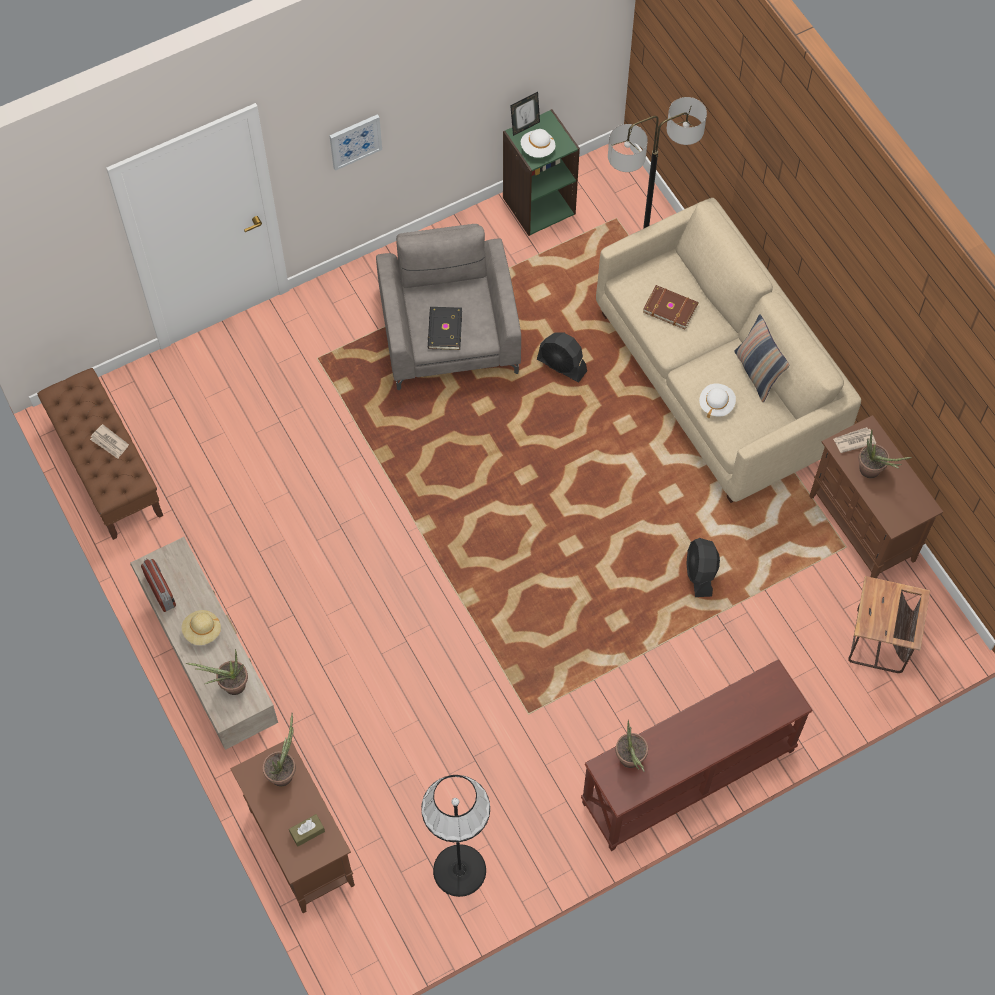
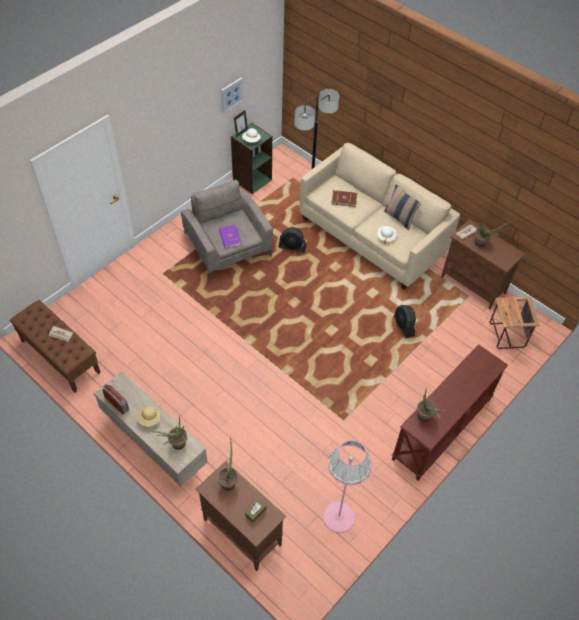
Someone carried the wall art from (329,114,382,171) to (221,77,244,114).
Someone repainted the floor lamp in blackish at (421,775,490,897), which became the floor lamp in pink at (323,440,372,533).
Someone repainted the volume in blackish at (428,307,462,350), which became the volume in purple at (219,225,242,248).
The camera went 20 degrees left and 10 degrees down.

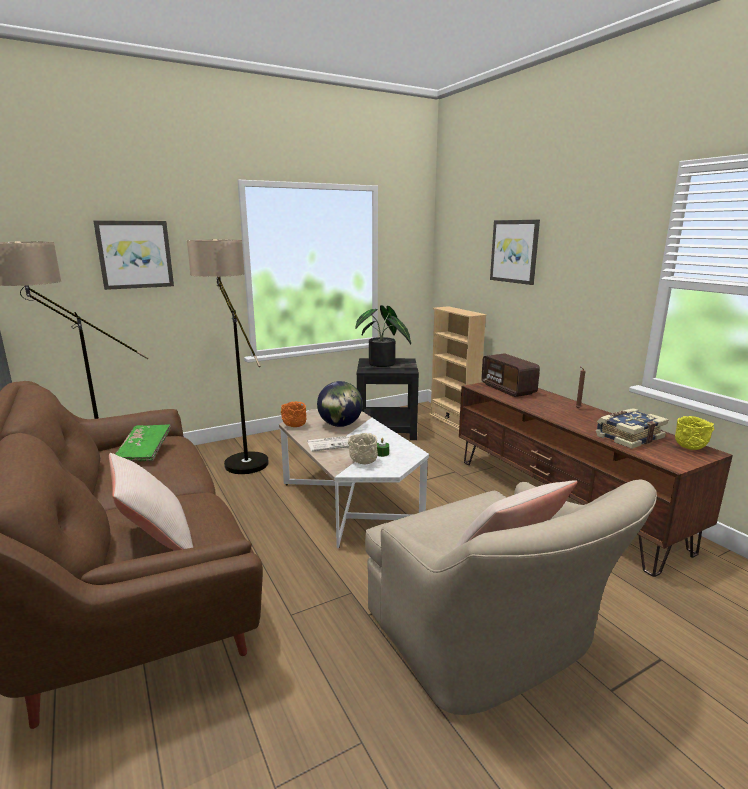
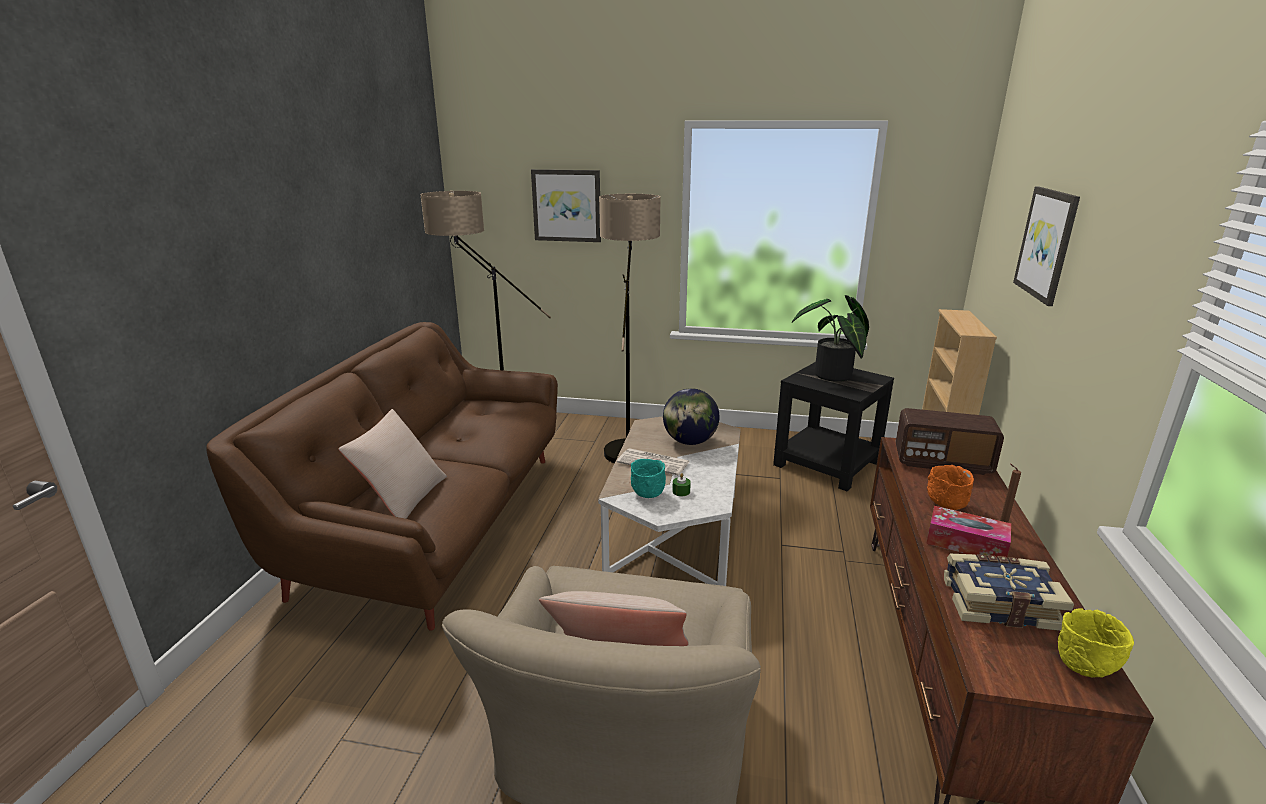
Someone took away the volume in green at (115,424,171,461).
Someone carried the deep dish in orangey from (281,401,306,427) to (927,465,974,510).
Someone repainted the deep dish in beige at (348,433,378,465), which became the deep dish in turquoise at (631,459,666,498).
Someone rotated the radio at (481,353,540,397) by 90 degrees counterclockwise.
Someone put down the box of tissues at (926,506,1011,558).
The camera went 40 degrees right and 5 degrees up.

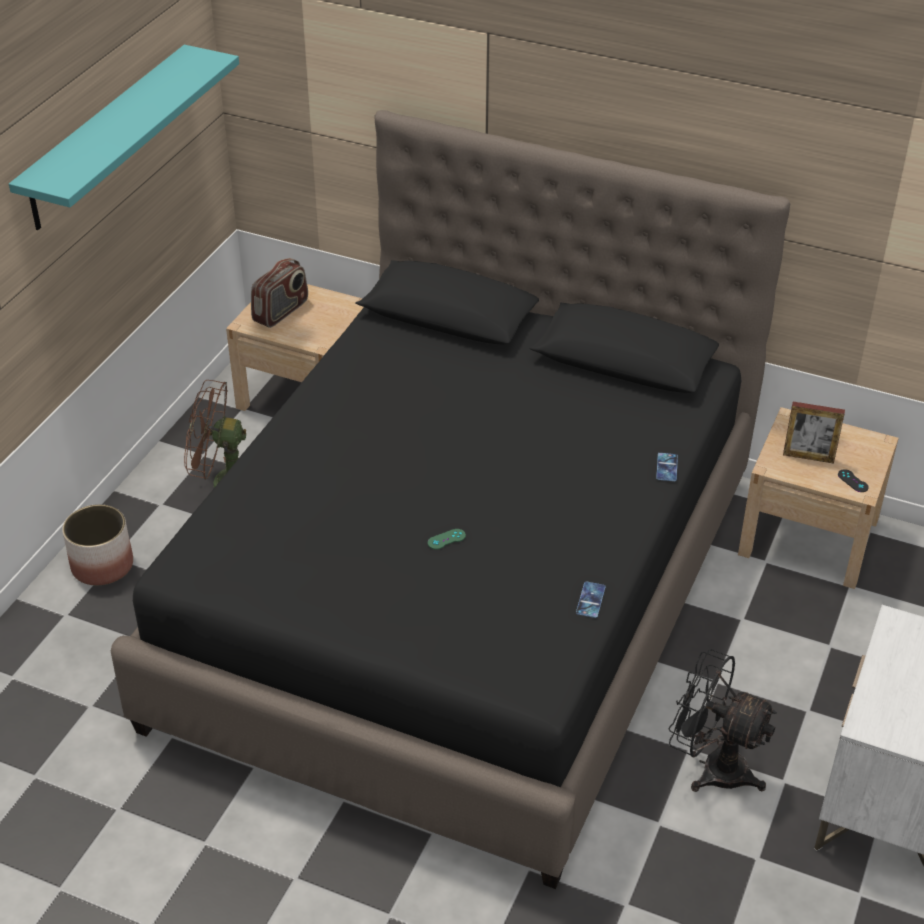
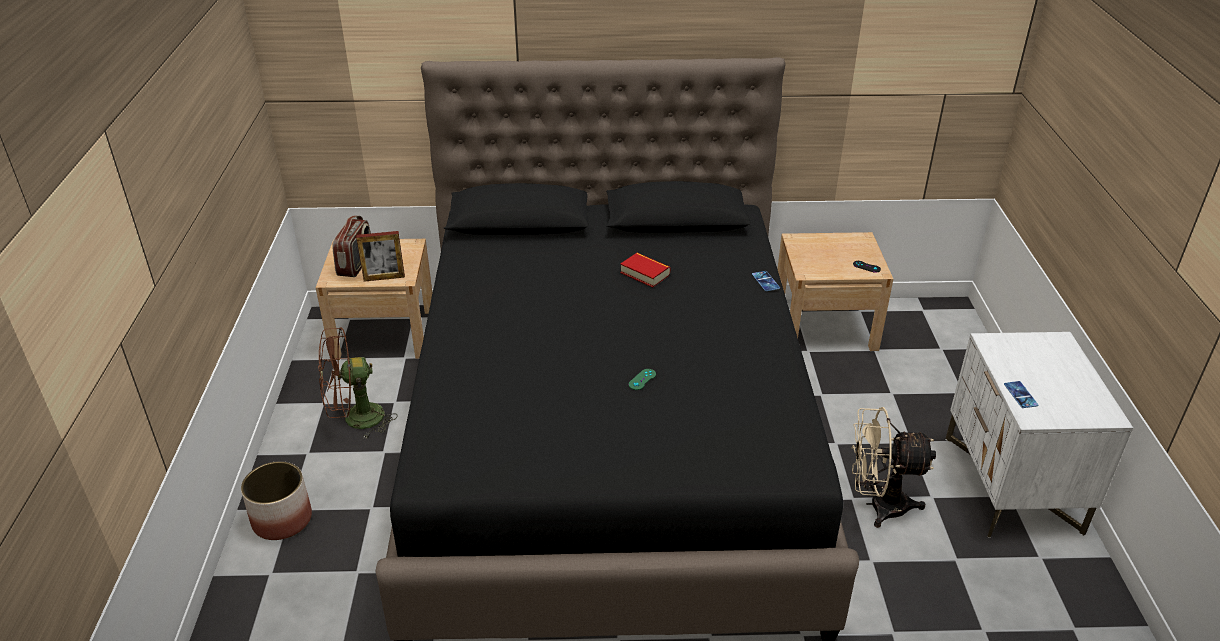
Someone took away the bracket shelf in turquoise at (9,45,239,230).
Someone carried the handset from (576,581,606,618) to (1004,381,1038,408).
Someone repainted the electric fan in blackish at (669,649,777,792), which became the electric fan in beige at (852,407,936,528).
Someone carried the photo frame from (783,402,845,464) to (356,231,405,282).
Someone put down the volume at (620,253,671,288).
The camera went 25 degrees left and 5 degrees down.

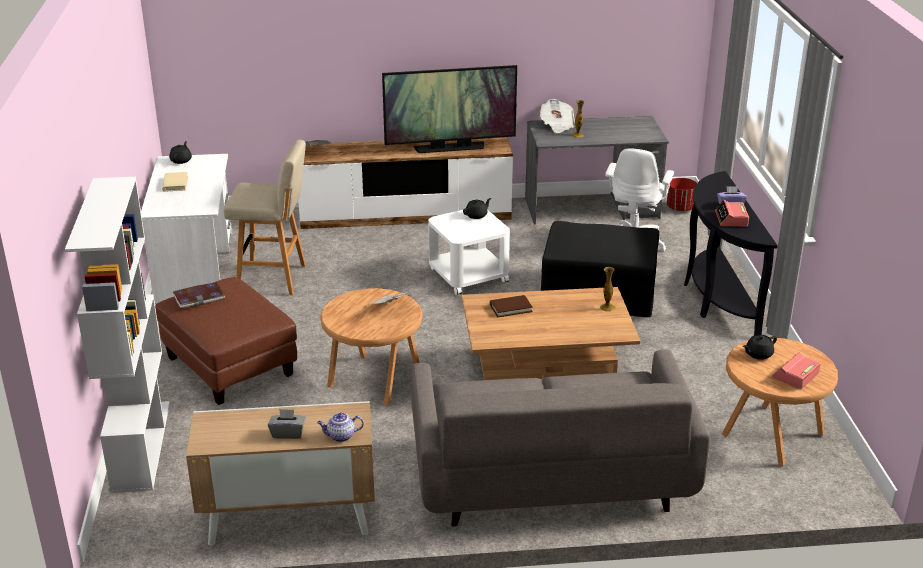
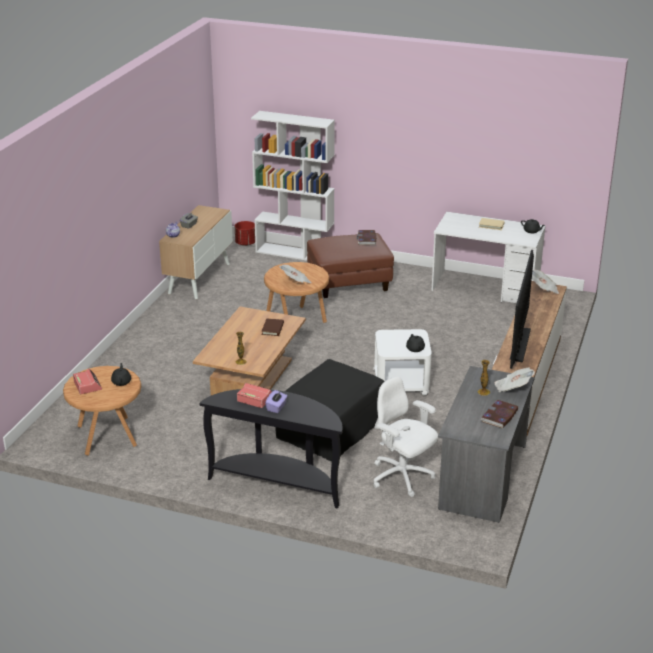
Someone took away the stool in beige at (224,140,306,295).
Someone took away the couch in grey at (411,349,710,526).
Someone carried the flower pot in reddish from (667,178,697,211) to (235,221,255,246).
Someone put down the volume at (481,400,518,428).
The camera went 115 degrees right and 0 degrees up.

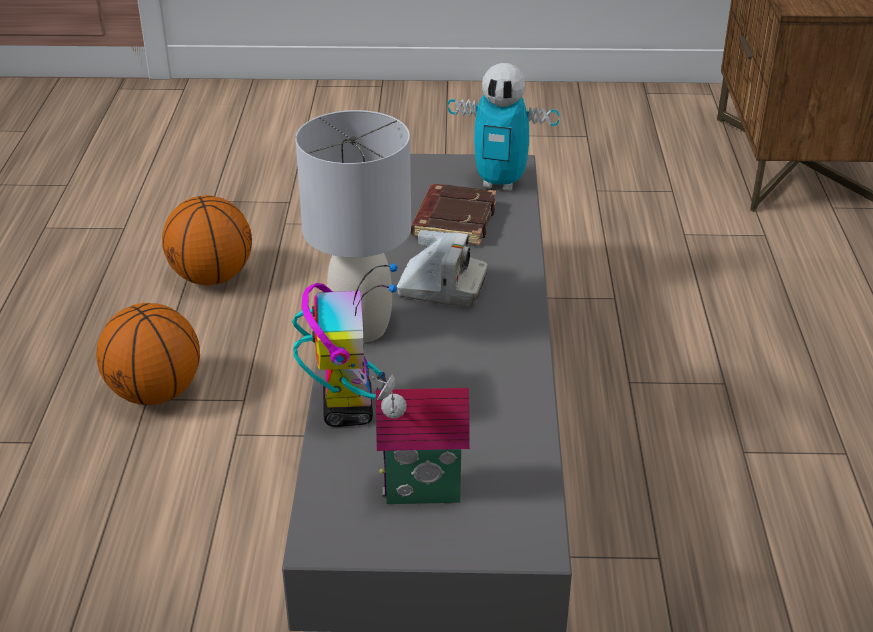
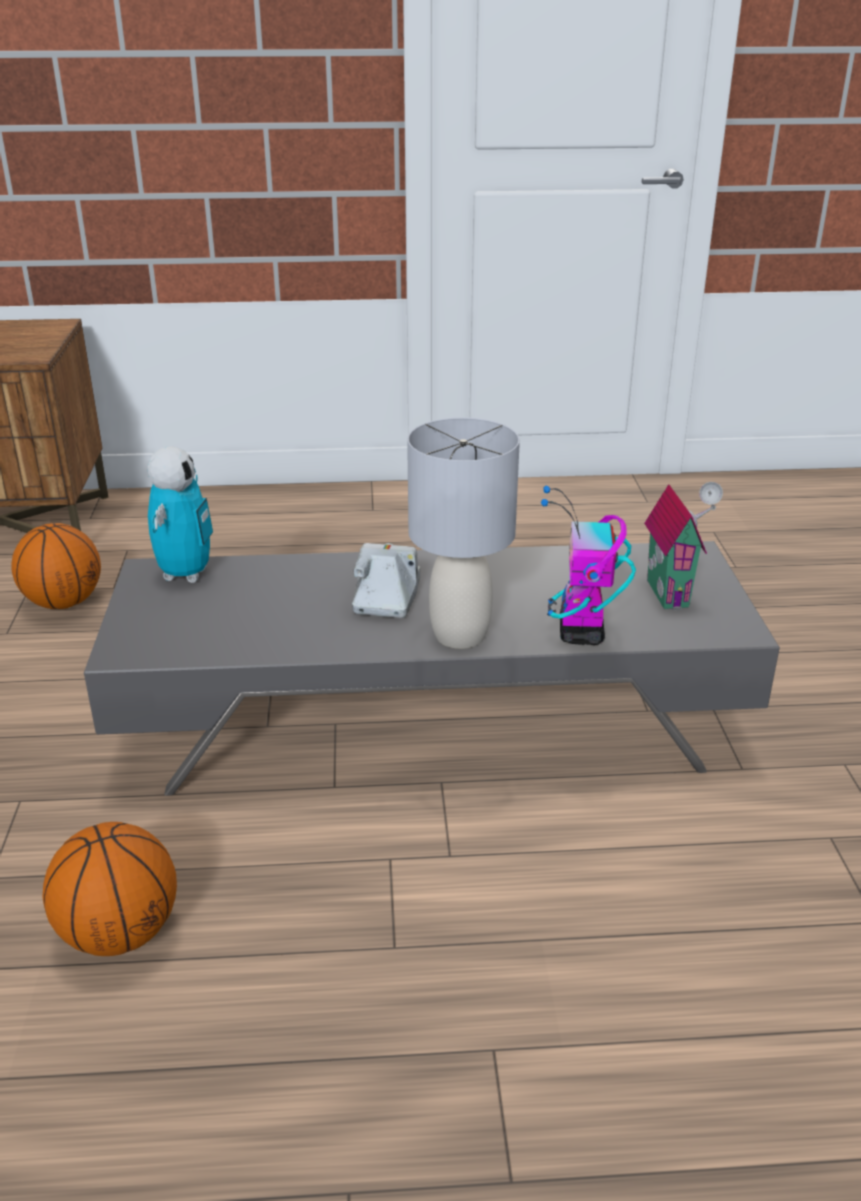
Someone carried the ball for basketball from (96,303,200,405) to (11,523,101,609).
Someone rotated the model robot at (292,263,398,427) by 75 degrees counterclockwise.
Someone took away the volume in brown-coloured at (411,184,497,245).
The camera went 95 degrees left and 5 degrees down.

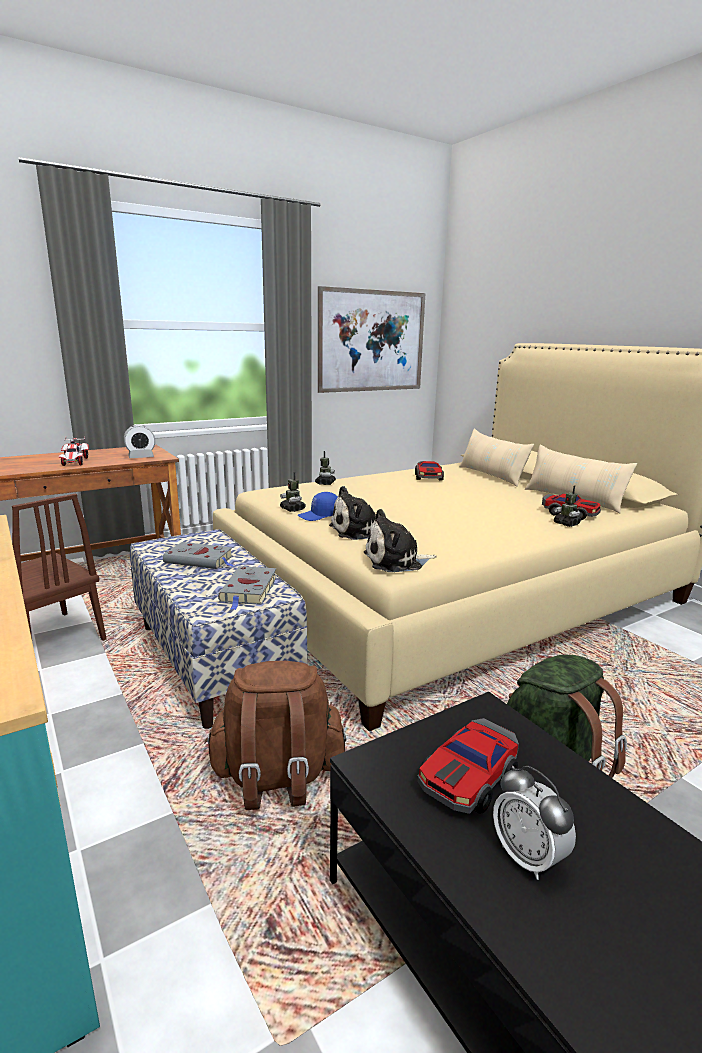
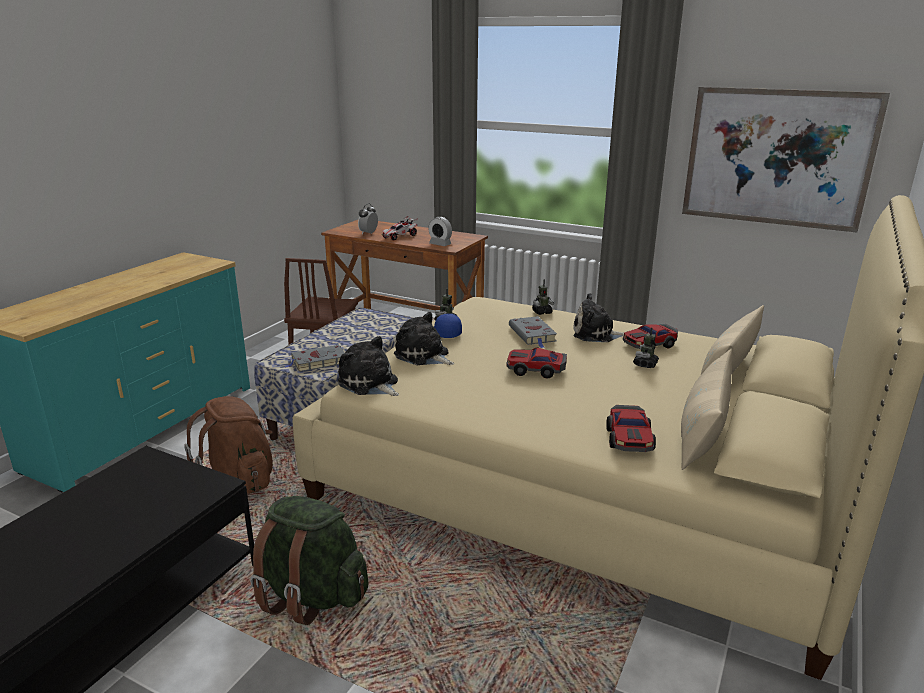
Someone carried the volume in grey from (163,542,233,569) to (509,316,557,348).
Someone carried the model car from (417,718,519,814) to (506,348,567,378).
Someone carried the alarm clock from (493,766,576,880) to (358,203,378,235).
Someone carried the model robot from (554,485,581,527) to (633,327,659,368).
Someone put down the plush toy at (574,293,624,342).
The camera went 60 degrees right and 5 degrees up.

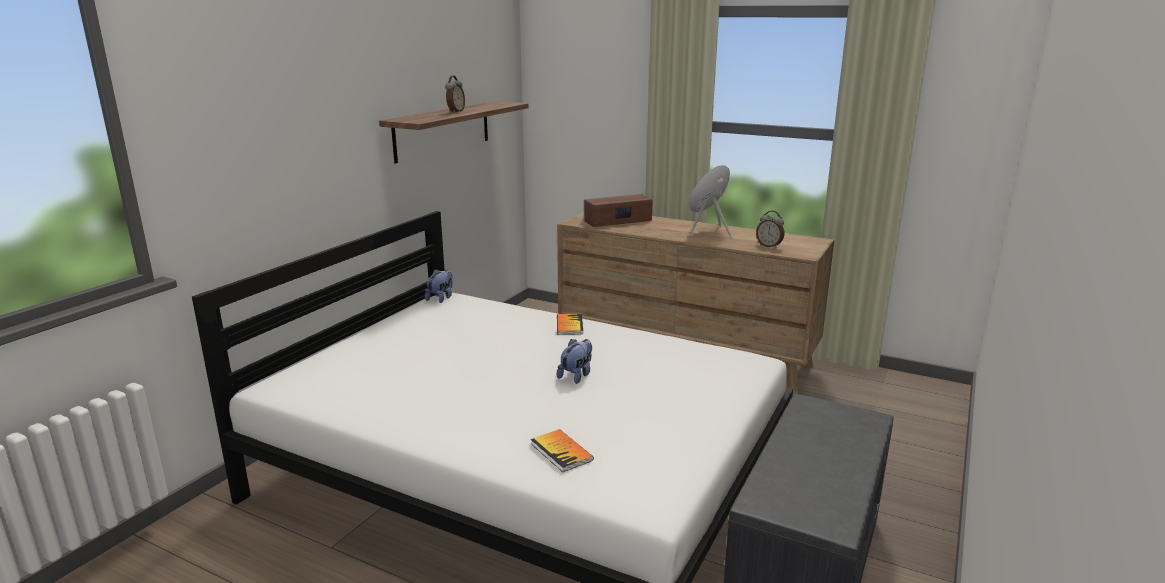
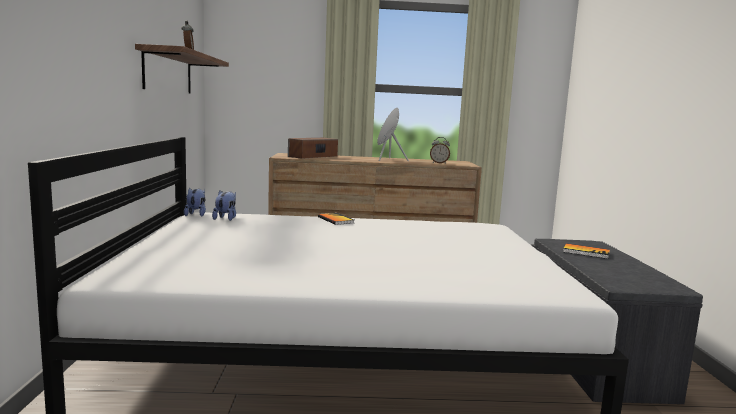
Someone carried the volume from (531,429,594,472) to (563,243,610,259).
Someone carried the plush toy from (557,339,592,384) to (212,191,236,221).
The camera went 30 degrees left and 10 degrees down.

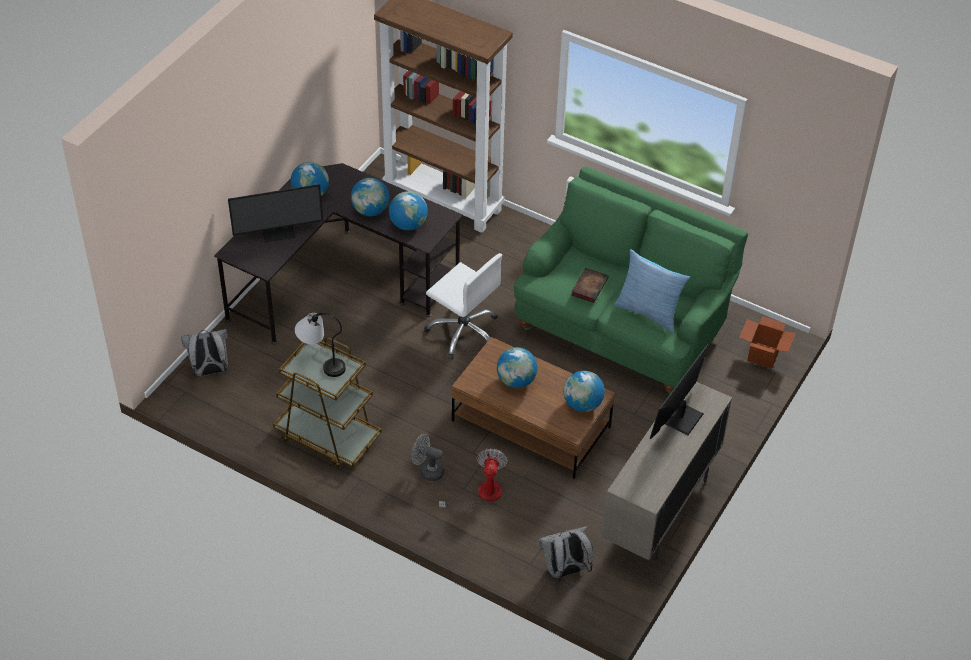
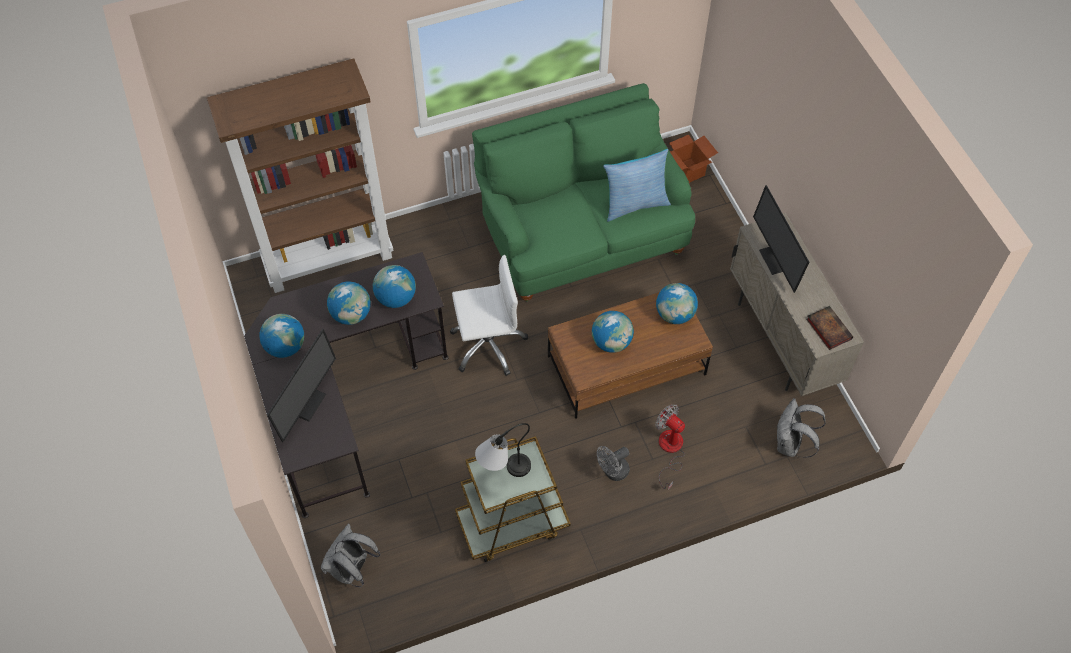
Someone carried the volume from (571,268,608,303) to (806,306,853,350).
The camera went 50 degrees left and 10 degrees up.

